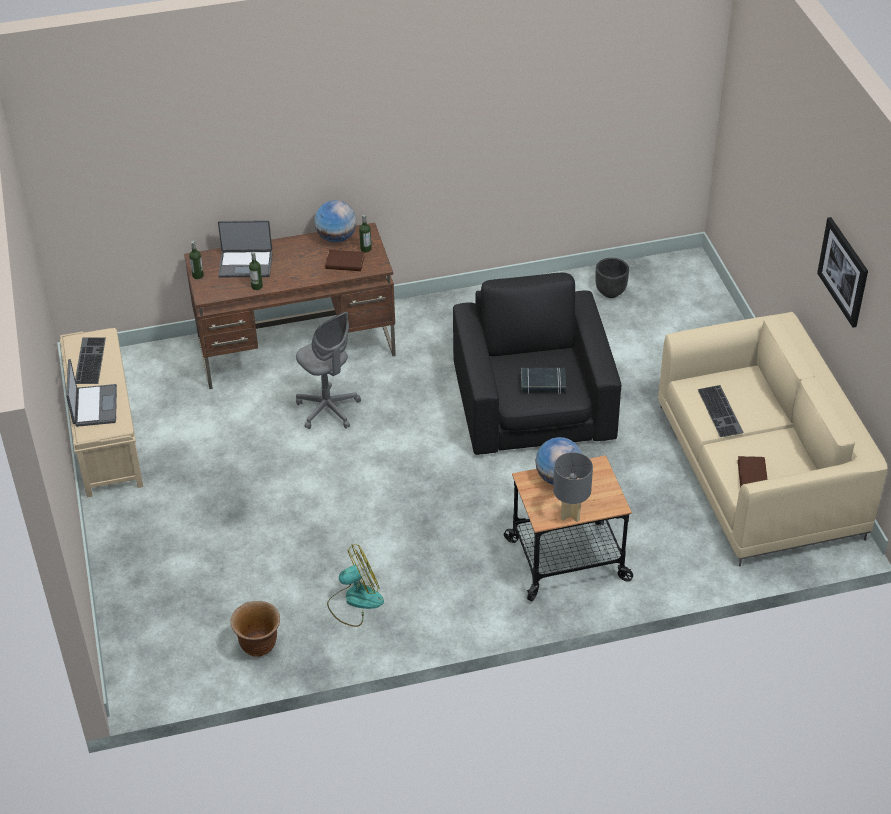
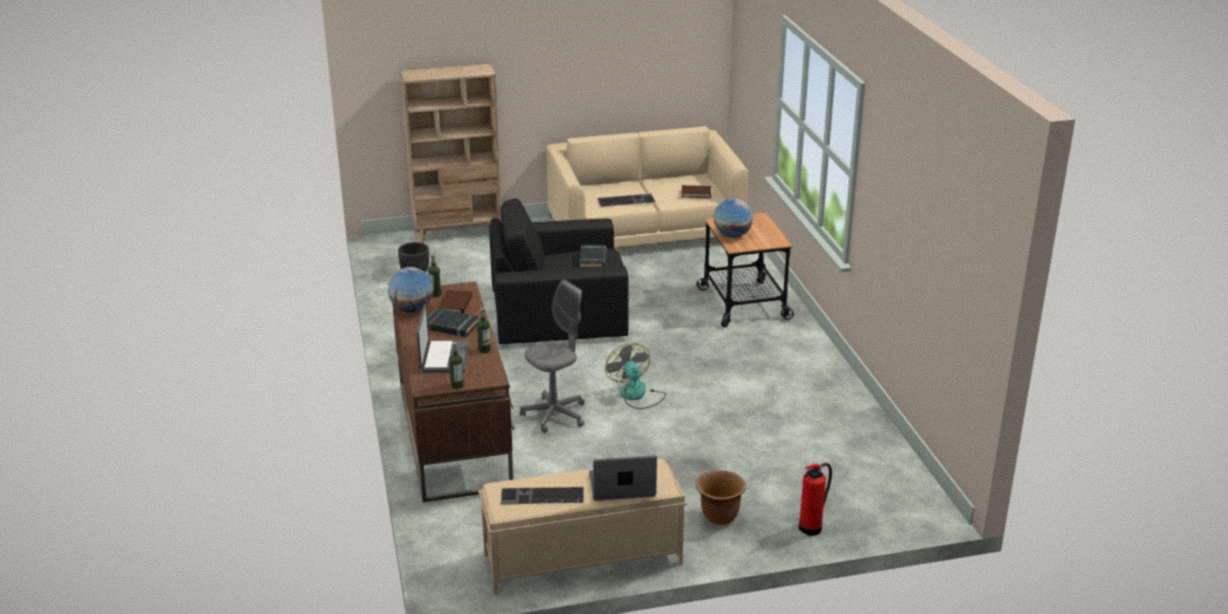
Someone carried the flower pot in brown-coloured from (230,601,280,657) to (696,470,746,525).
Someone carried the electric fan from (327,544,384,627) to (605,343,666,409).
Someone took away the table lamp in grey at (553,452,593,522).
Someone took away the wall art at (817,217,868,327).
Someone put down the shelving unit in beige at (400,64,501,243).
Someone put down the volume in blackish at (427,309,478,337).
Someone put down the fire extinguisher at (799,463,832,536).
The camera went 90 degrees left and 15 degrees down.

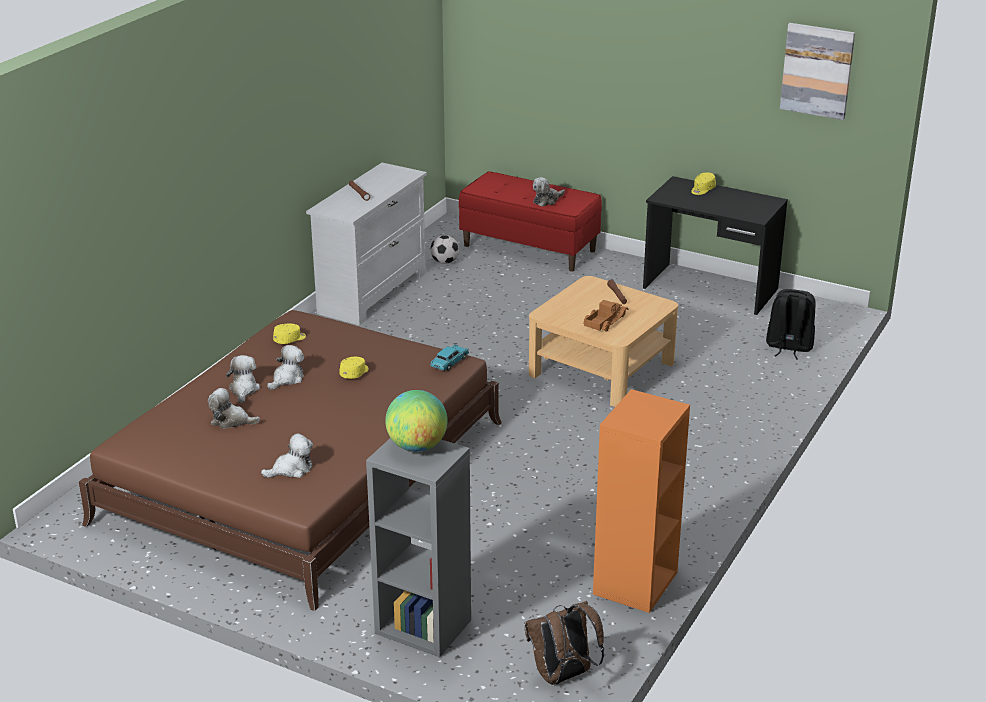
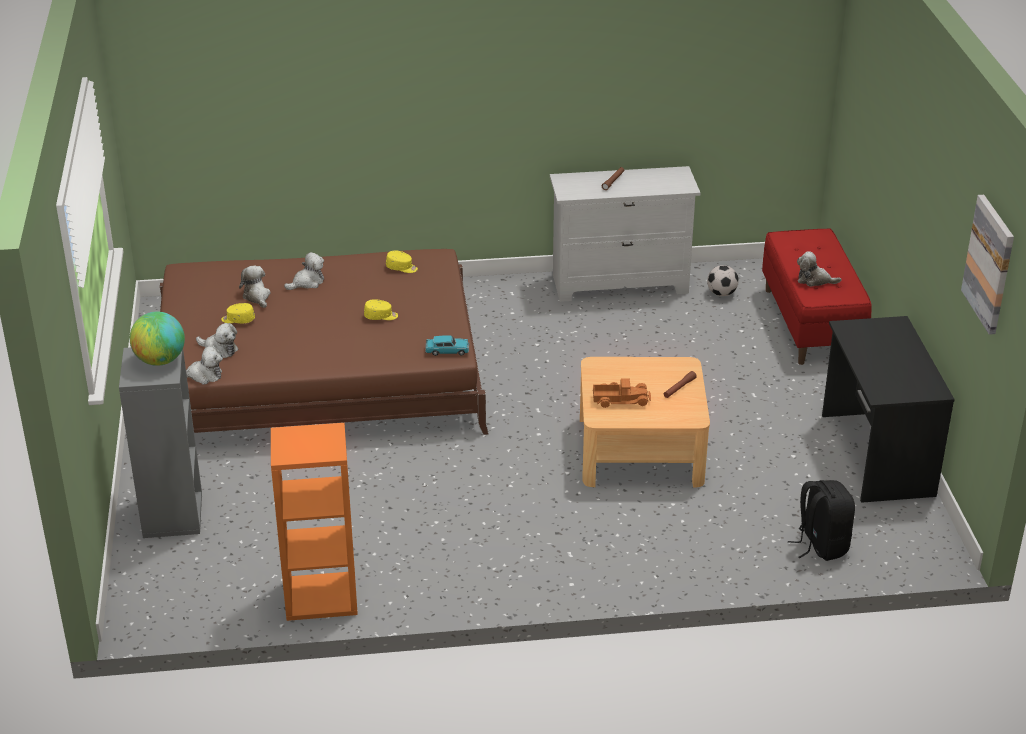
Someone carried the plush toy from (267,345,304,390) to (186,346,223,385).
Someone took away the knapsack in brown-coloured at (524,601,604,685).
Someone carried the peaked cap in yellowish from (691,172,716,195) to (221,303,255,324).
The camera went 55 degrees right and 5 degrees up.

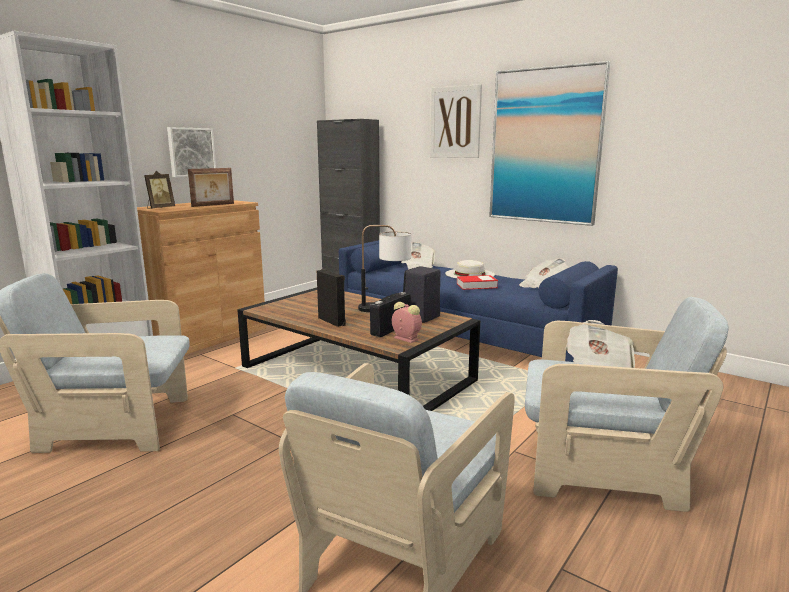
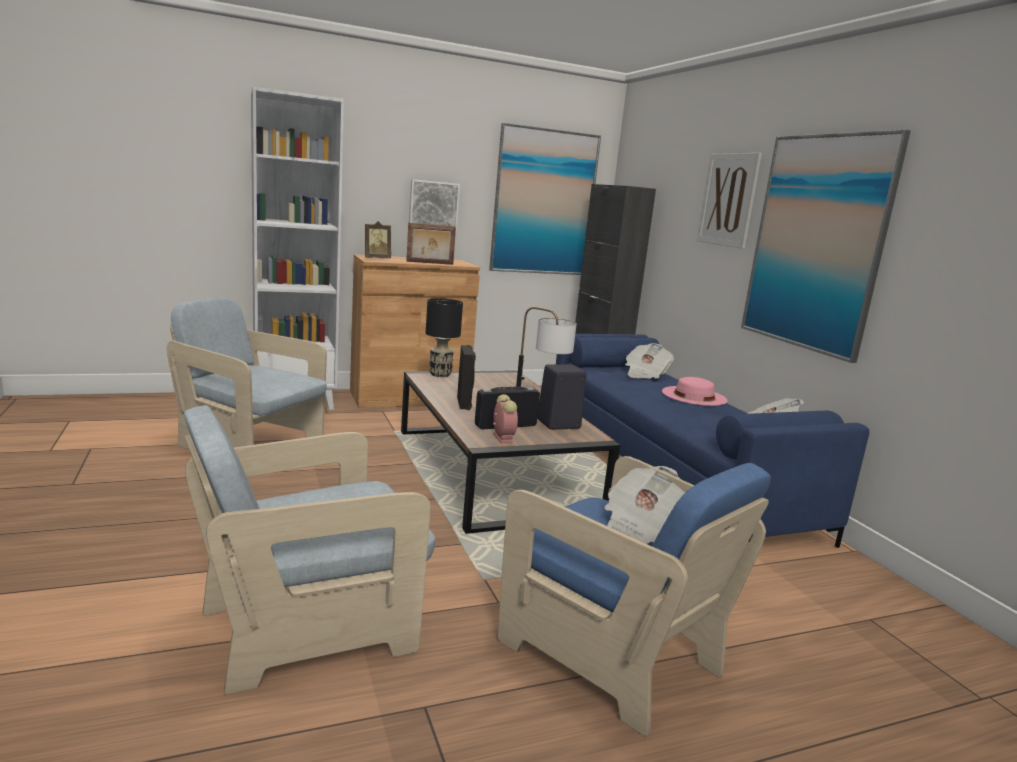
Someone repainted the wearable hat in white at (445,260,495,278), which became the wearable hat in pink at (662,377,728,406).
Someone took away the volume at (457,275,498,290).
Someone repainted the lounge chair in beige at (525,297,729,512), which became the lounge chair in blue at (498,456,771,736).
Someone put down the table lamp in blackish at (426,298,463,377).
Someone put up the wall art at (489,123,601,275).
The camera went 30 degrees right and 0 degrees up.

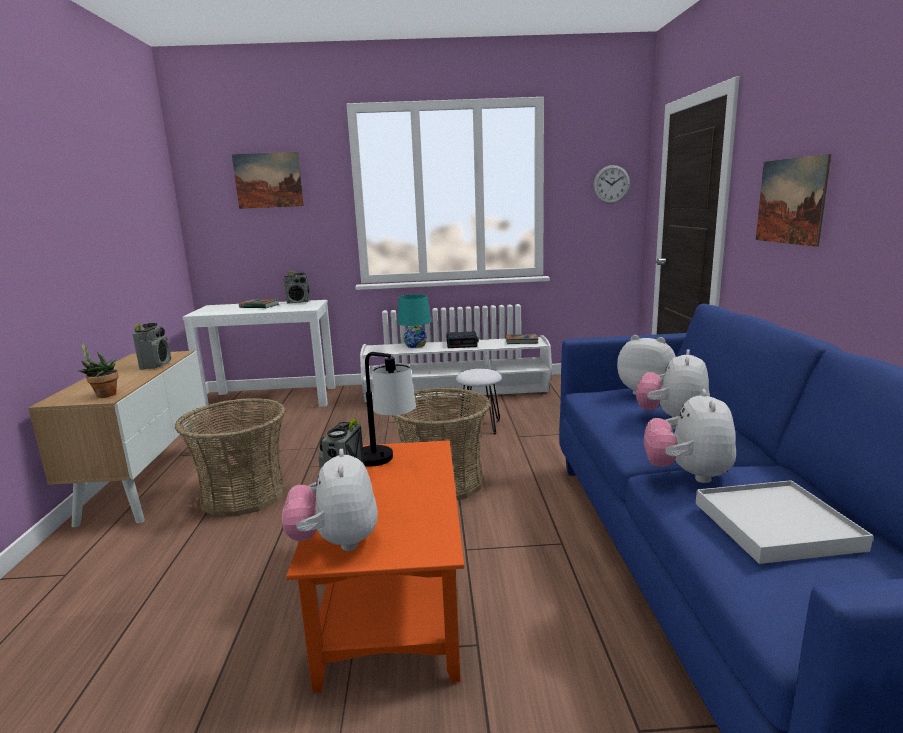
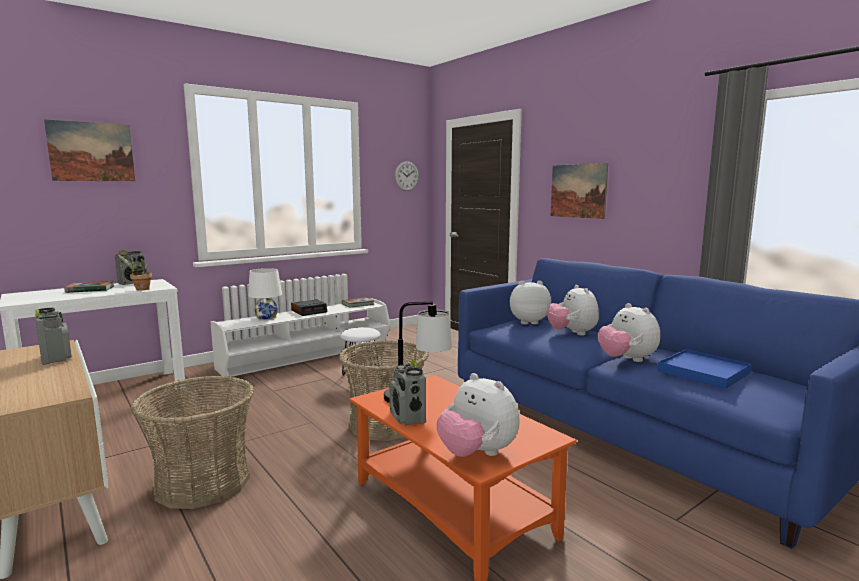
Someone carried the plant in a pot from (78,342,119,398) to (117,254,152,290).
Someone repainted the table lamp in turquoise at (397,294,431,348), which became the table lamp in white at (248,268,282,319).
Someone repainted the serving tray in white at (696,480,873,564), which became the serving tray in blue at (657,349,752,389).
The camera went 35 degrees left and 5 degrees down.

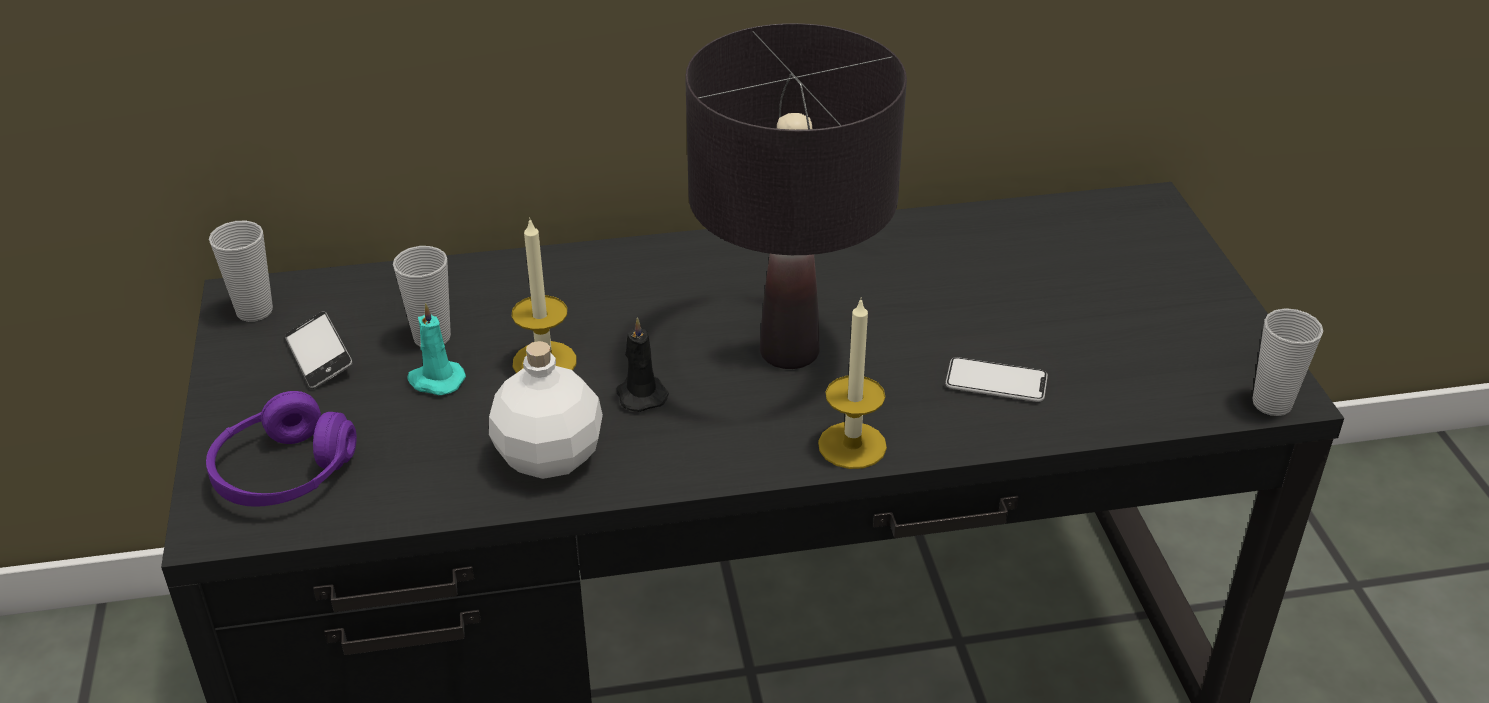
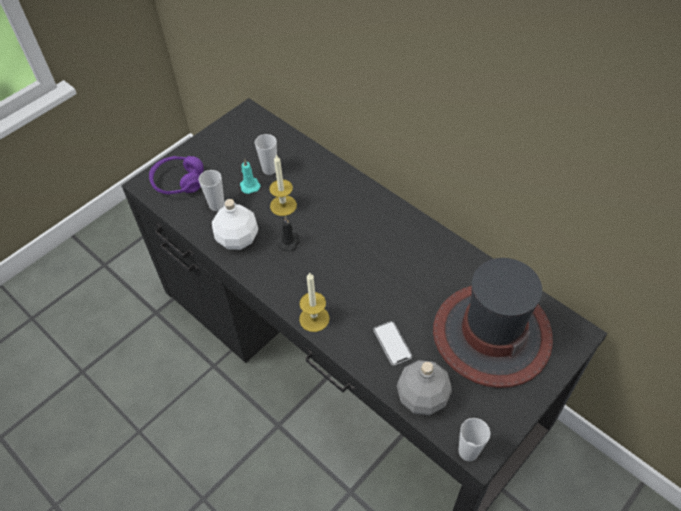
Someone carried the small cup from (209,221,273,322) to (198,170,225,211).
Someone took away the handset at (285,311,353,389).
Someone took away the table lamp in blackish at (685,23,907,369).
Someone put down the beverage bottle in grey at (397,360,452,415).
Someone put down the wearable hat at (433,258,553,388).
The camera went 55 degrees right and 15 degrees up.

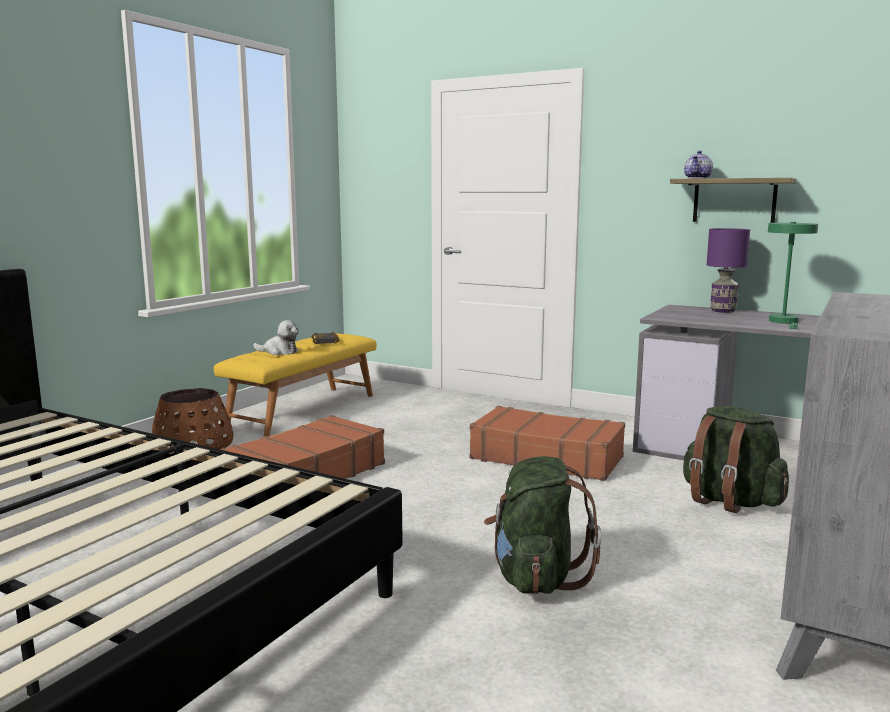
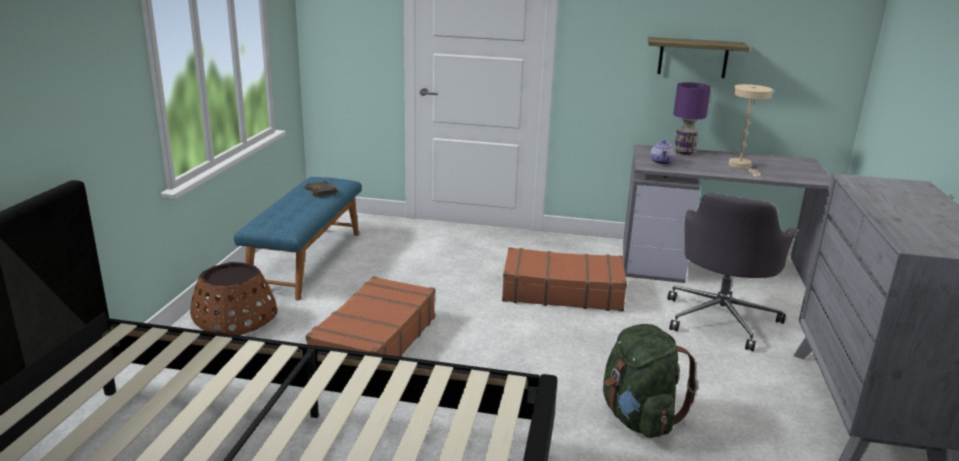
Someone repainted the bench in yellowish at (214,333,377,437), which became the bench in blue at (234,177,362,300).
Someone took away the plush toy at (253,320,299,355).
Someone swapped the knapsack in green at (683,406,789,513) for the computer chair in grey at (667,193,797,351).
Someone carried the tea pot from (684,151,713,179) to (650,140,675,165).
Someone repainted the table lamp in green at (768,222,818,329), which became the table lamp in beige at (729,84,773,177).
The camera went 20 degrees left and 10 degrees up.

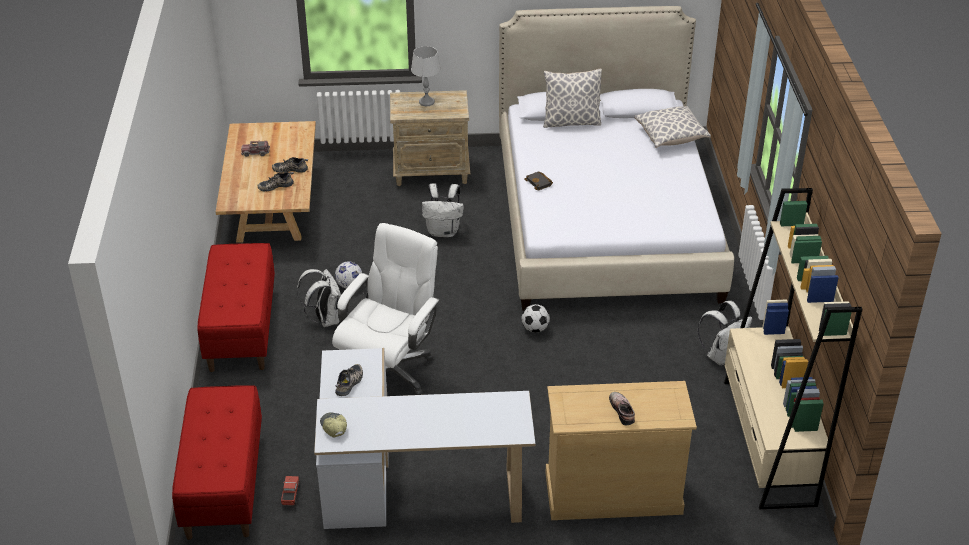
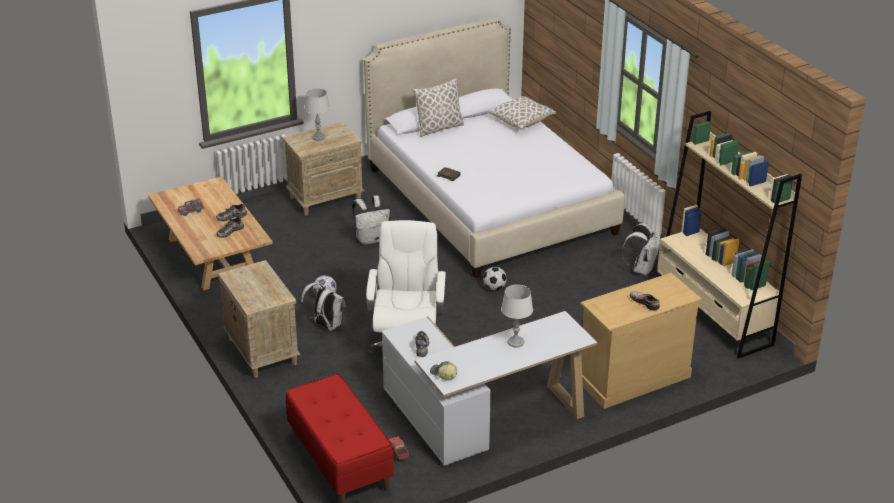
Someone swapped the bench in reddish at (198,243,275,372) for the nightstand in beige at (218,260,301,378).
Someone put down the table lamp in grey at (501,284,533,348).
The camera went 25 degrees left and 5 degrees down.

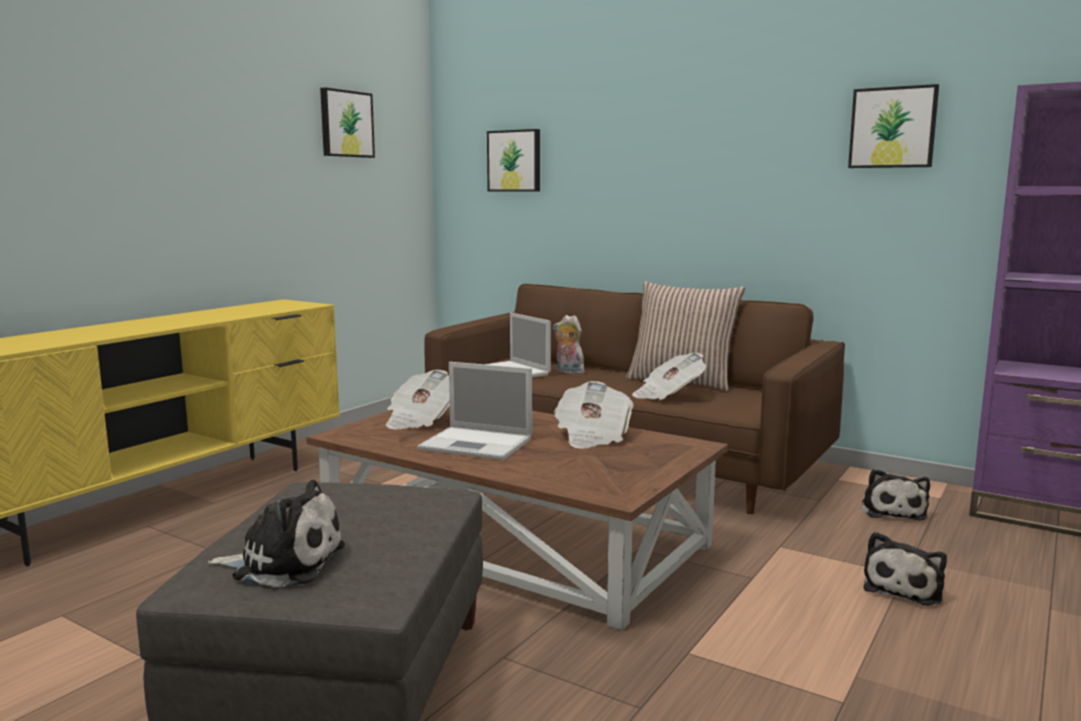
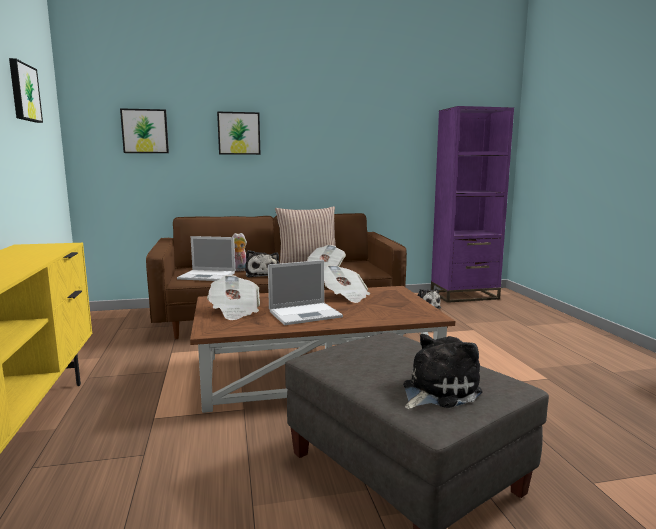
Someone carried the wall art from (848,84,939,168) to (217,112,261,155).
Someone carried the plush toy from (863,532,947,605) to (245,250,279,278).
The camera went 45 degrees left and 0 degrees up.

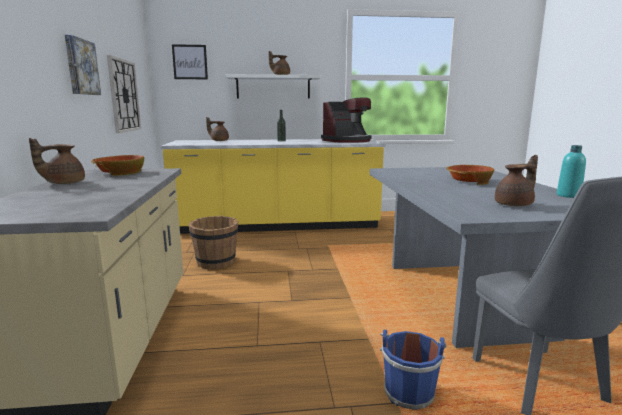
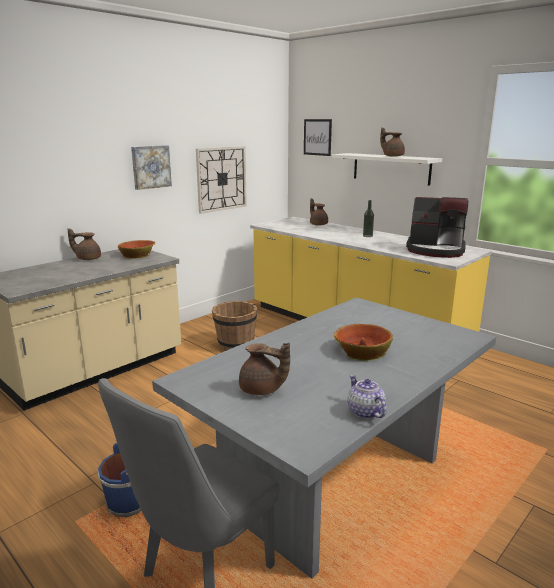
Someone swapped the beverage bottle in turquoise at (557,145,586,198) for the tea pot at (348,375,387,419).
The camera went 50 degrees right and 5 degrees up.

